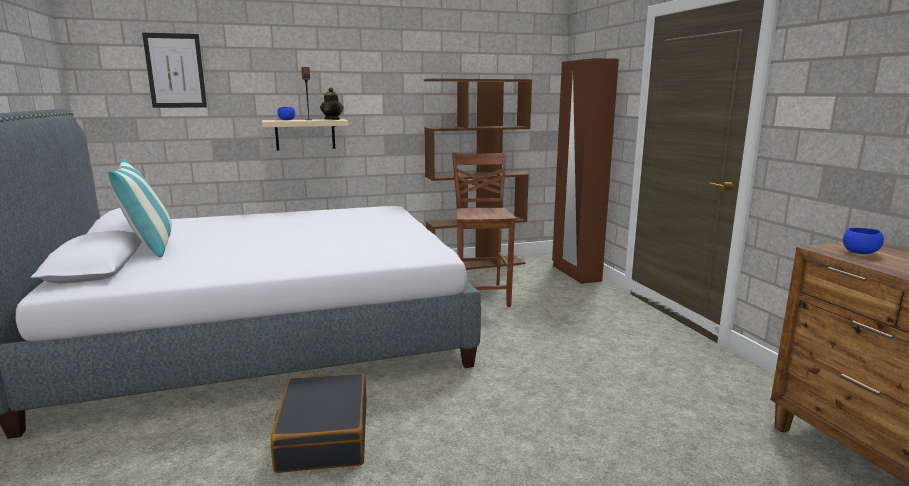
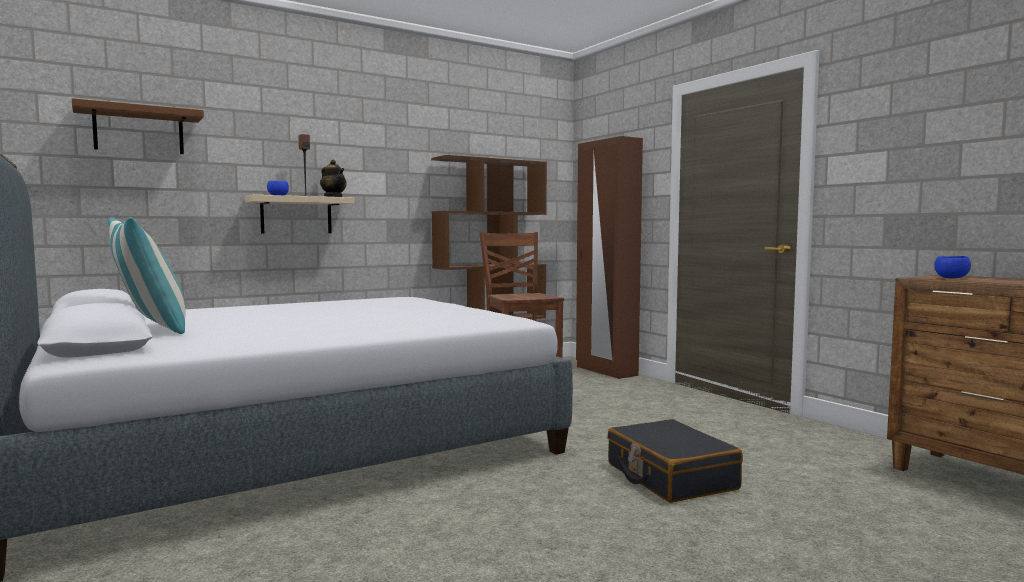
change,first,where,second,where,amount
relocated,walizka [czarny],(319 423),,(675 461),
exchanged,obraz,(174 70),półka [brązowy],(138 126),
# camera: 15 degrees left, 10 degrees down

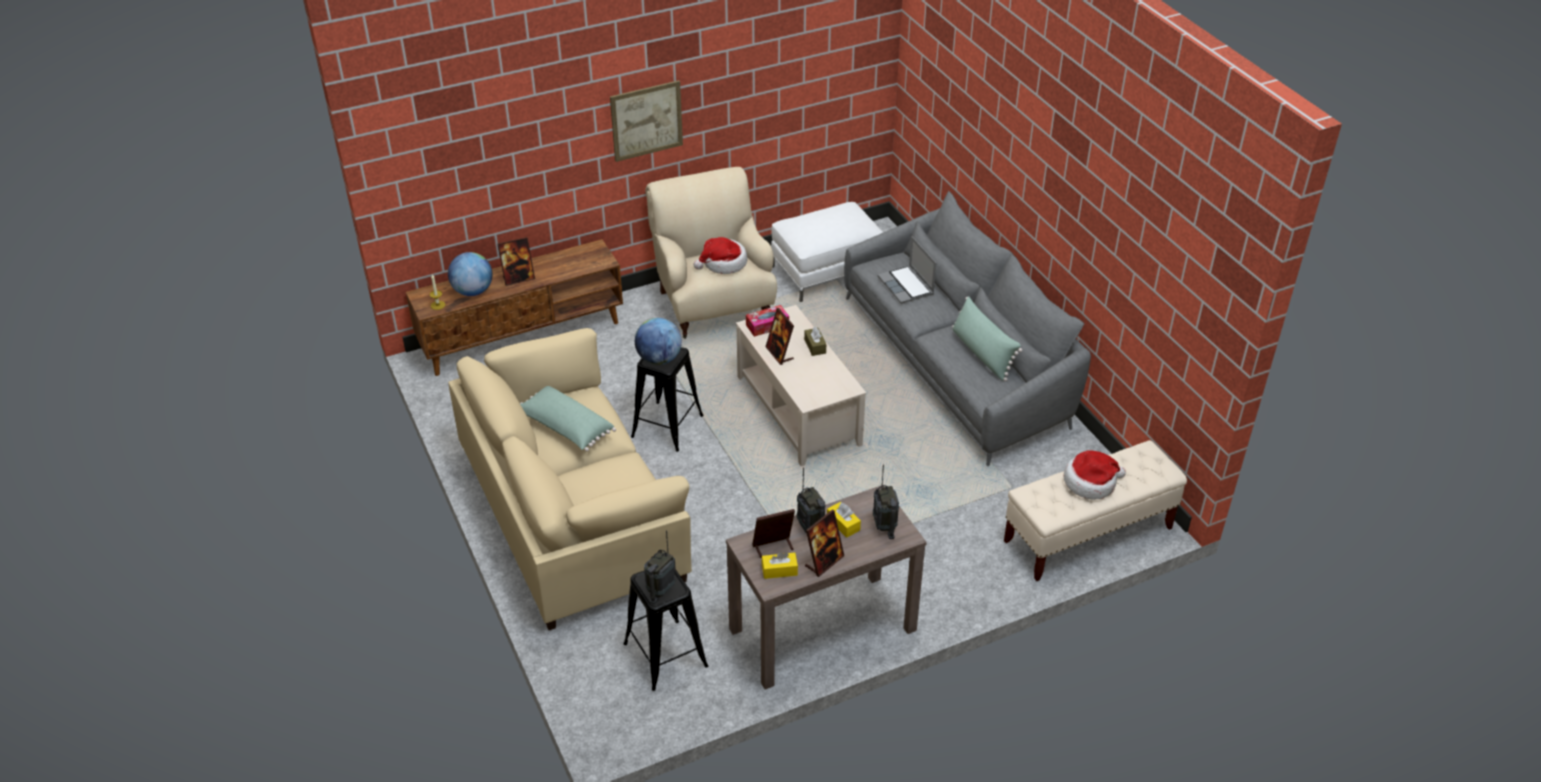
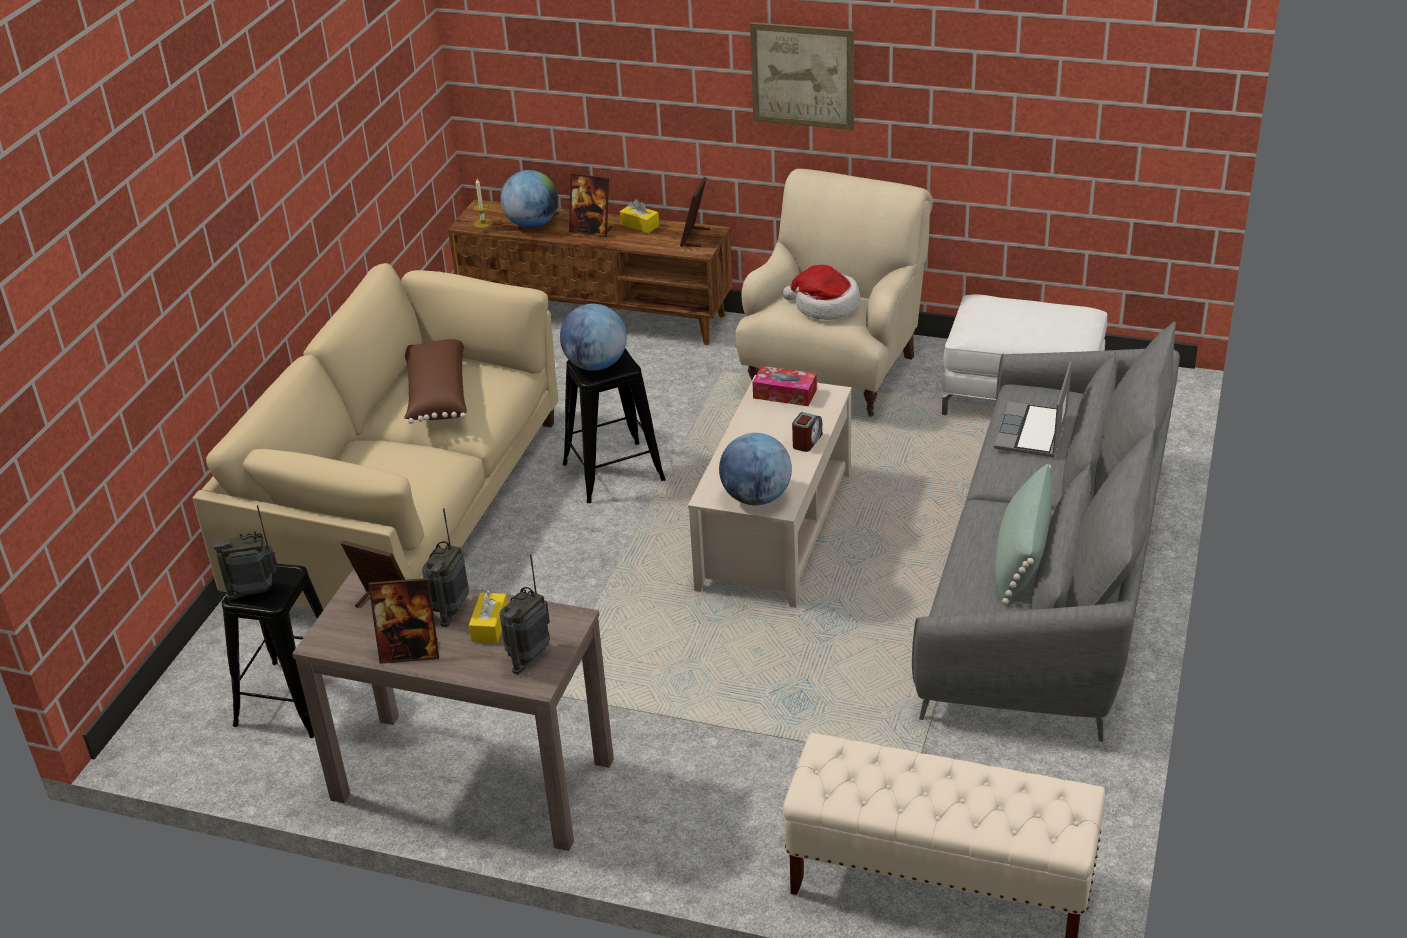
change,first,where,second,where,amount
missing,kapelusz,(1095 475),,,
appeared,,,globus,(755 469),
relocated,pudełko chusteczek [żółty],(780 565),,(639 216),
relocated,ramka na zdjęcie,(780 336),,(695 212),
exchanged,pudełko chusteczek [brązowy],(815 341),budzik,(807 432),
colour,poduszka [zielony],(568 418),poduszka [brązowy],(435 381),
# camera: 45 degrees right, 5 degrees down

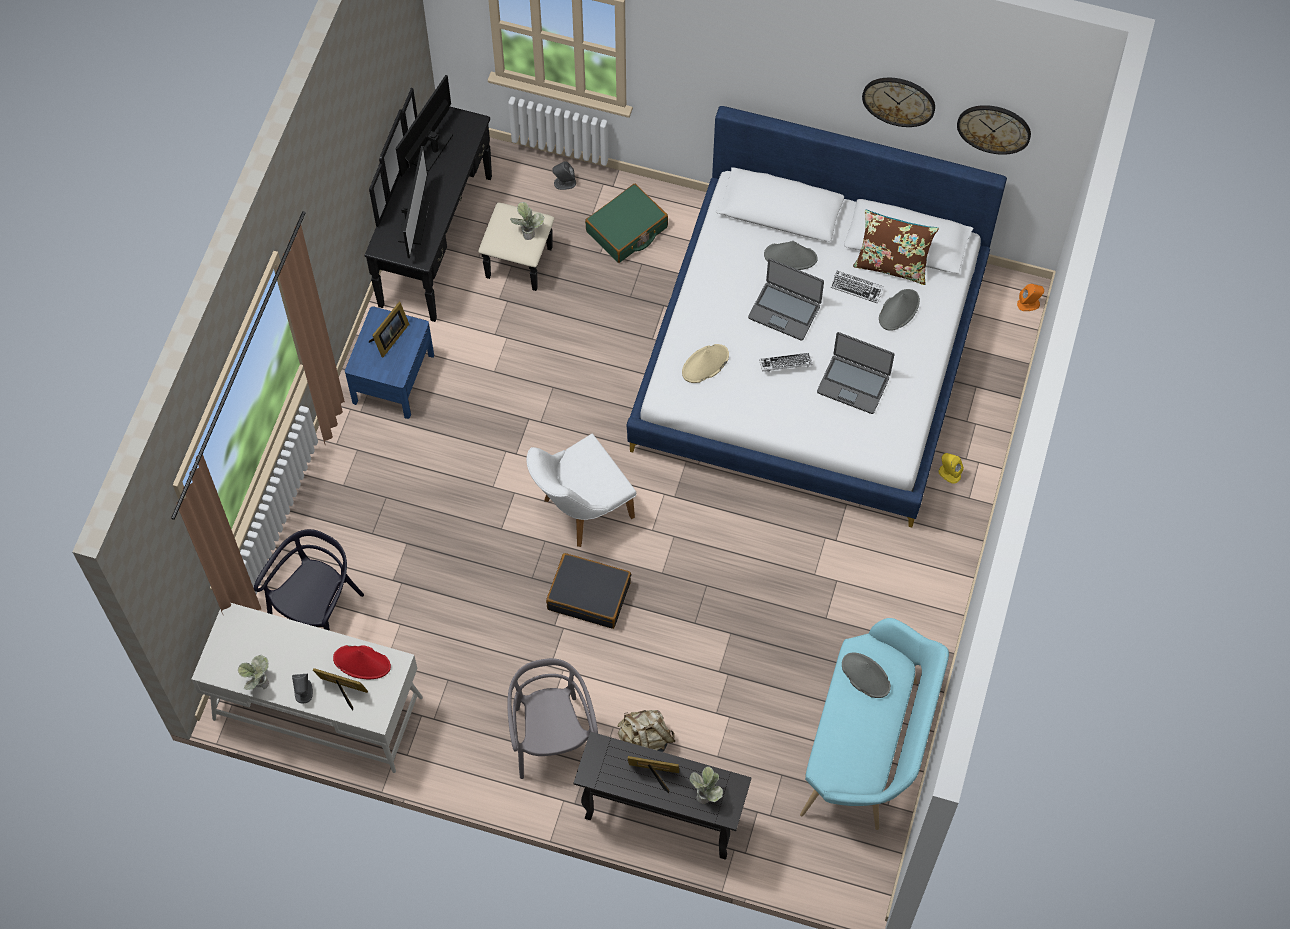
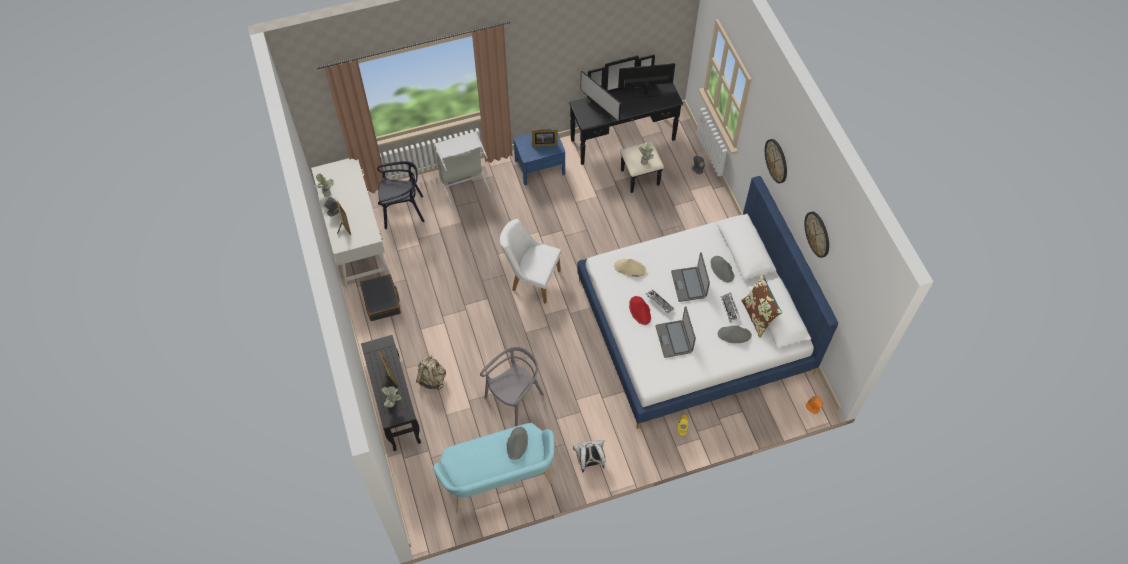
change,first,where,second,where,amount
missing,walizka [zielony],(626 223),,,
appeared,,,kosz na pranie [szary],(462 168),
appeared,,,plecak [biały],(589 456),
relocated,kapelusz [czerwony],(362 662),,(640 310),
relocated,krzesło [szary],(552 718),,(511 386),
relocated,walizka [czarny],(588 591),,(380 297),
relocated,zegar ścienny,(994 130),,(776 161),
spun,monitor,(414 202),,(601 96),75 degrees clockwise
# camera: 55 degrees right, 5 degrees down

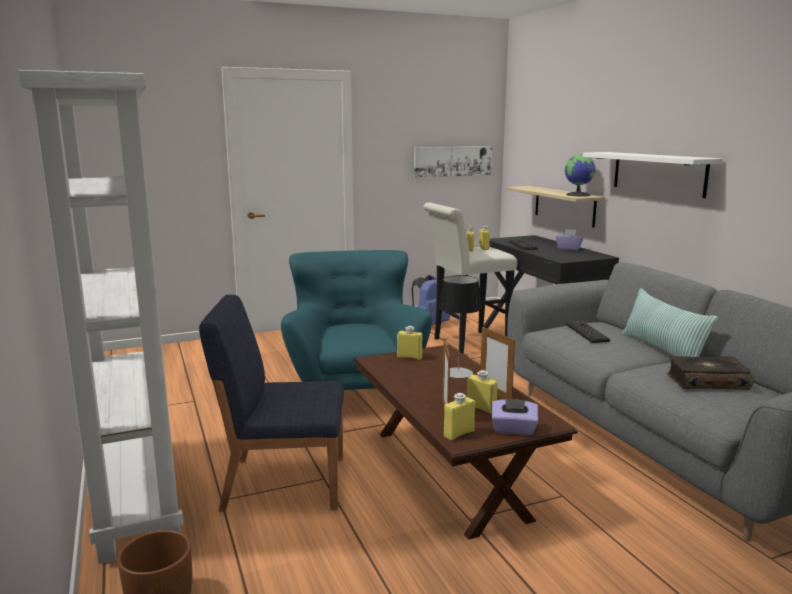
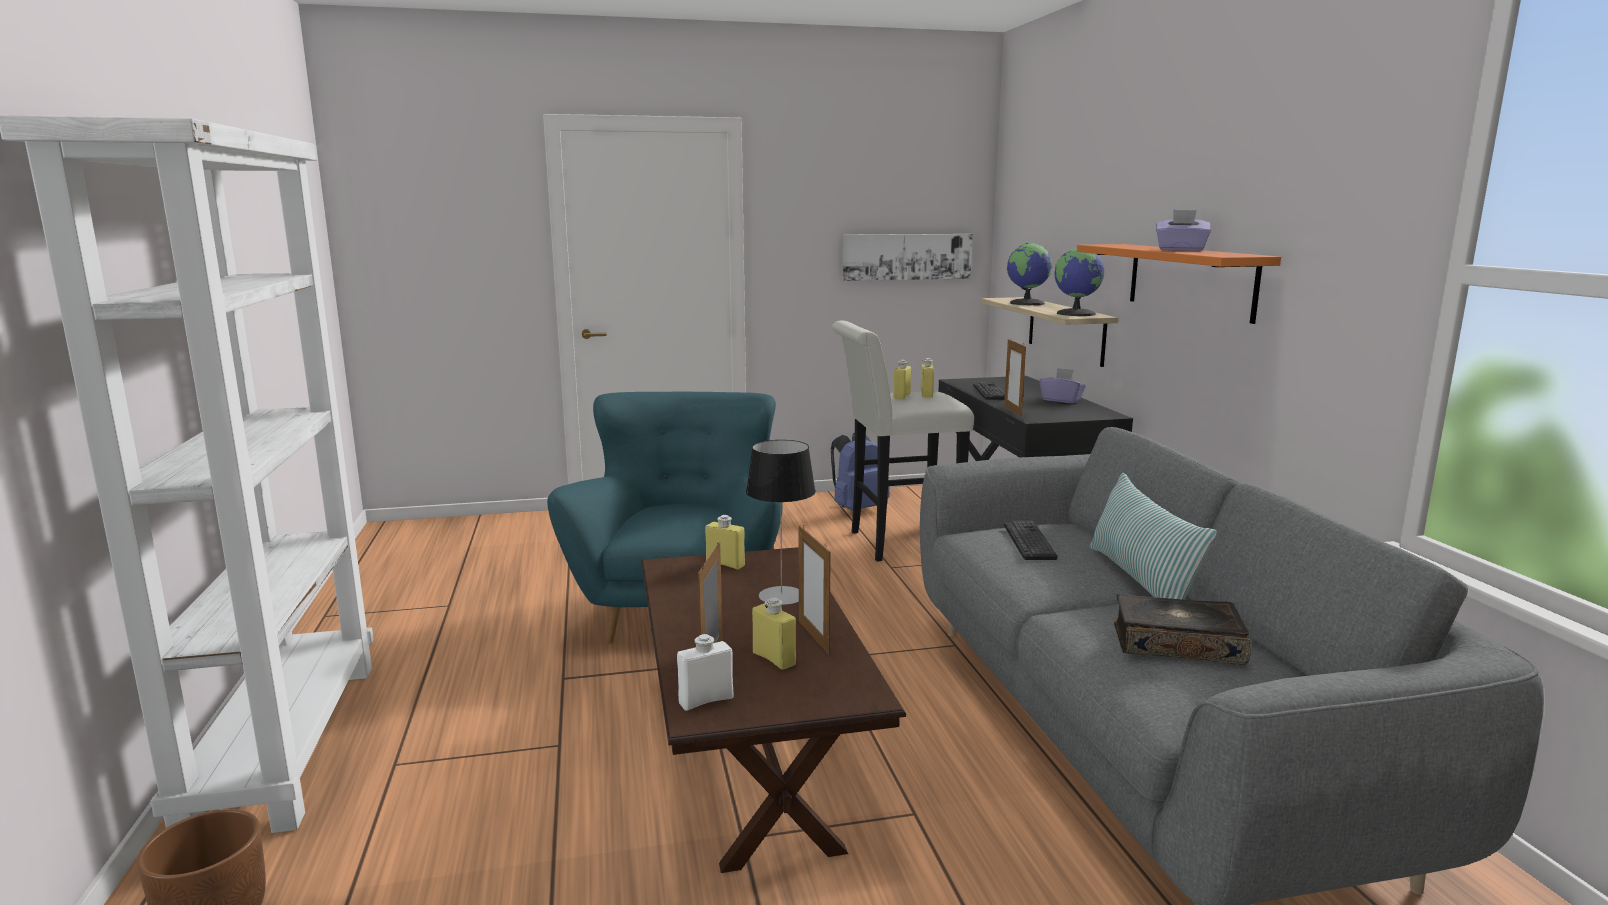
change,first,where,second,where,amount
missing,krzesło [niebieski],(271 403),,,
appeared,,,ramka na zdjęcie,(1015 378),
appeared,,,globus,(1029 274),
relocated,pudełko chusteczek [fioletowy],(515 416),,(1183 230),
colour,butelka [żółty],(459 416),butelka [biały],(705 672),
colour,półka [biały],(653 175),półka [pomarańczowy],(1179 284),
# camera: 10 degrees right, 0 degrees up

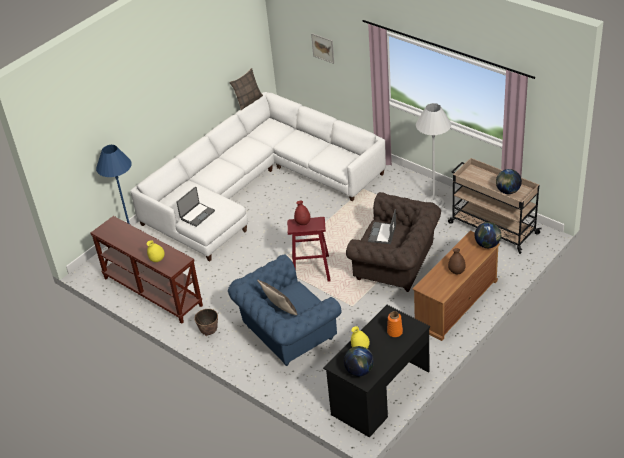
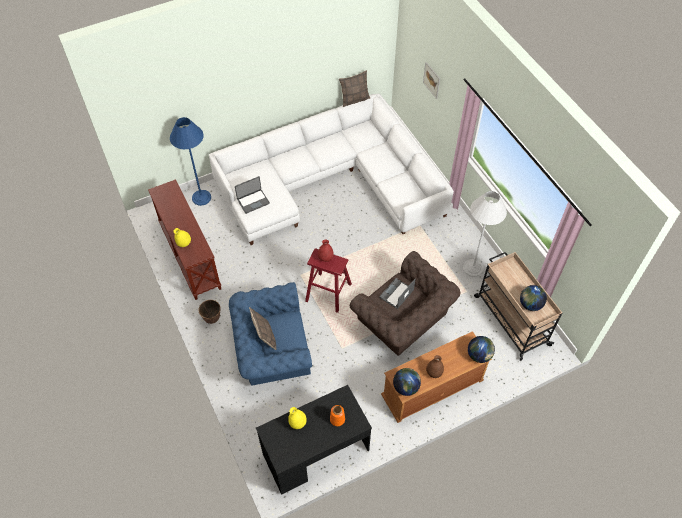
change,first,where,second,where,amount
relocated,globus,(359 361),,(407 382),
# camera: 20 degrees right, 15 degrees up

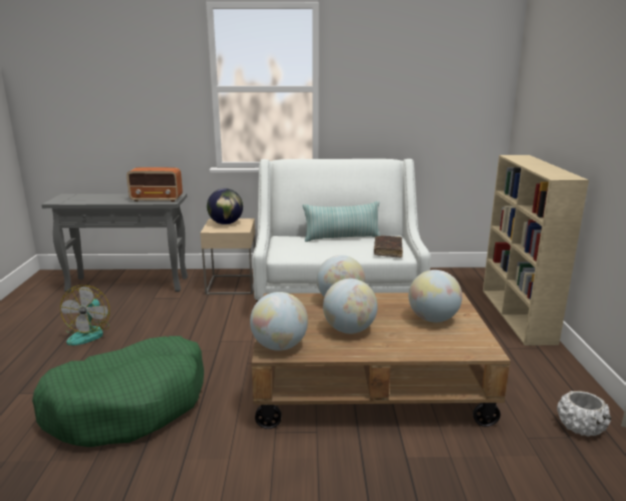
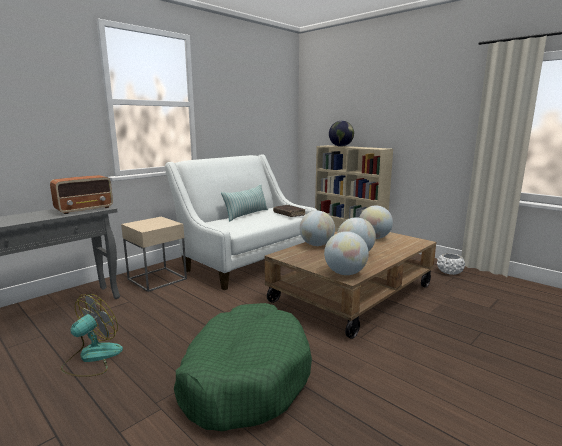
change,first,where,second,where,amount
relocated,globus,(225 206),,(341 134),
spun,wentylator,(85 315),,(92 335),105 degrees counterclockwise
# camera: 45 degrees left, 5 degrees down

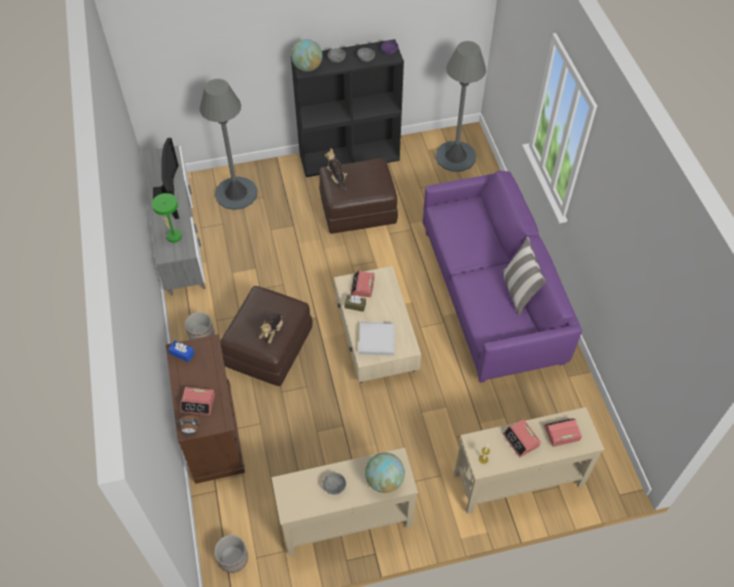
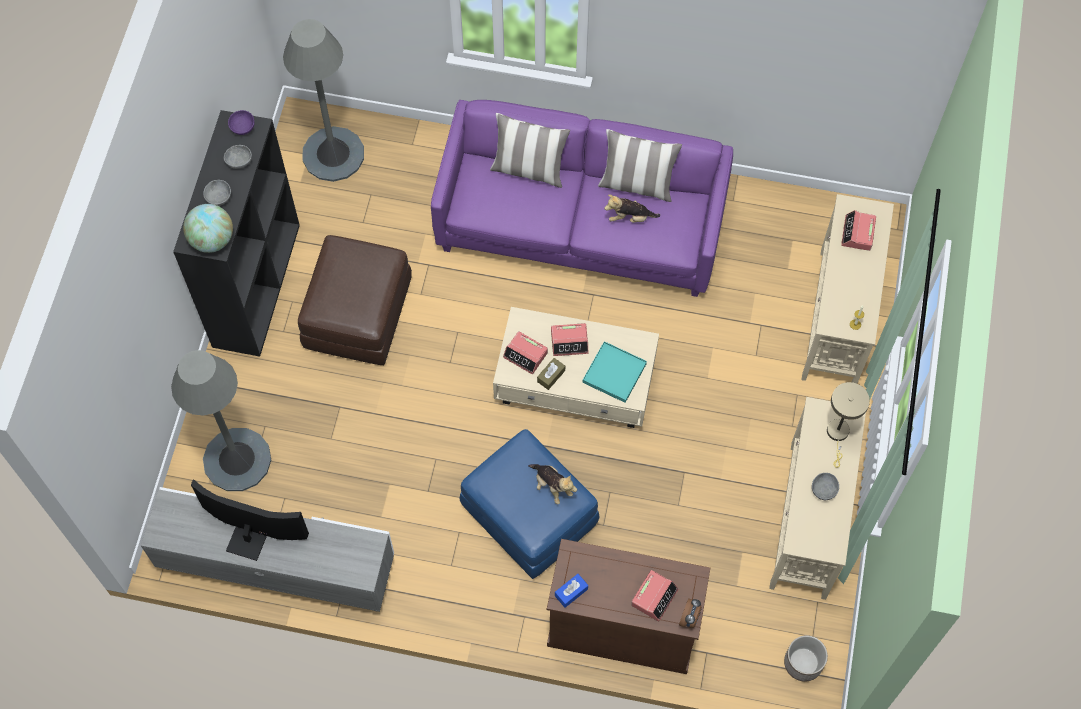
change,first,where,second,where,amount
missing,lampa stołowa [zielony],(167 218),,,
missing,donica,(199 326),,,
appeared,,,poduszka,(530 150),
relocated,pluszak,(336 170),,(632 208),
relocated,budzik,(521 438),,(569 339),
exchanged,globus,(385 472),lampa stołowa [beżowy],(848 425),
colour,pufa [brązowy],(266 336),pufa [niebieski],(529 504),
colour,taca [biały],(376 339),taca [turkusowy],(615 372),
# camera: 65 degrees left, 10 degrees up

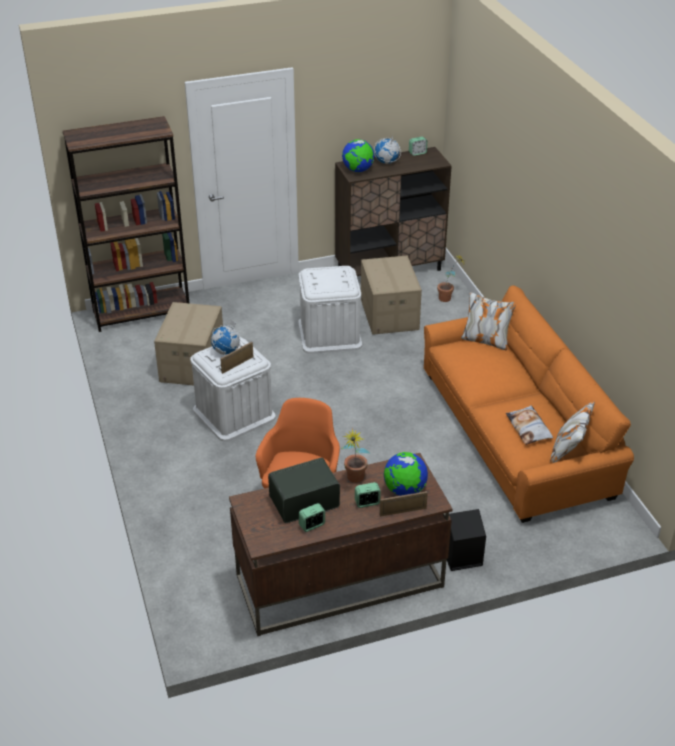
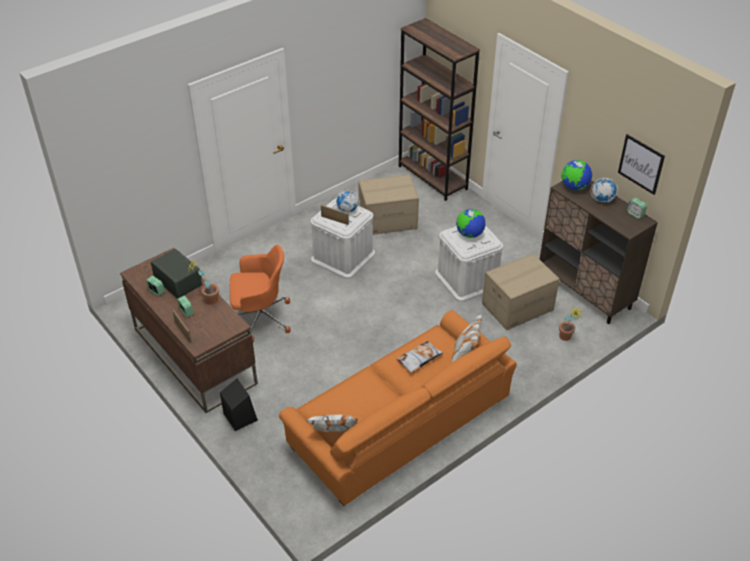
change,first,where,second,where,amount
appeared,,,obraz,(641 164),
relocated,globus,(406 474),,(470 223),
relocated,poduszka,(529 425),,(419 357),
# camera: 70 degrees right, 5 degrees up

